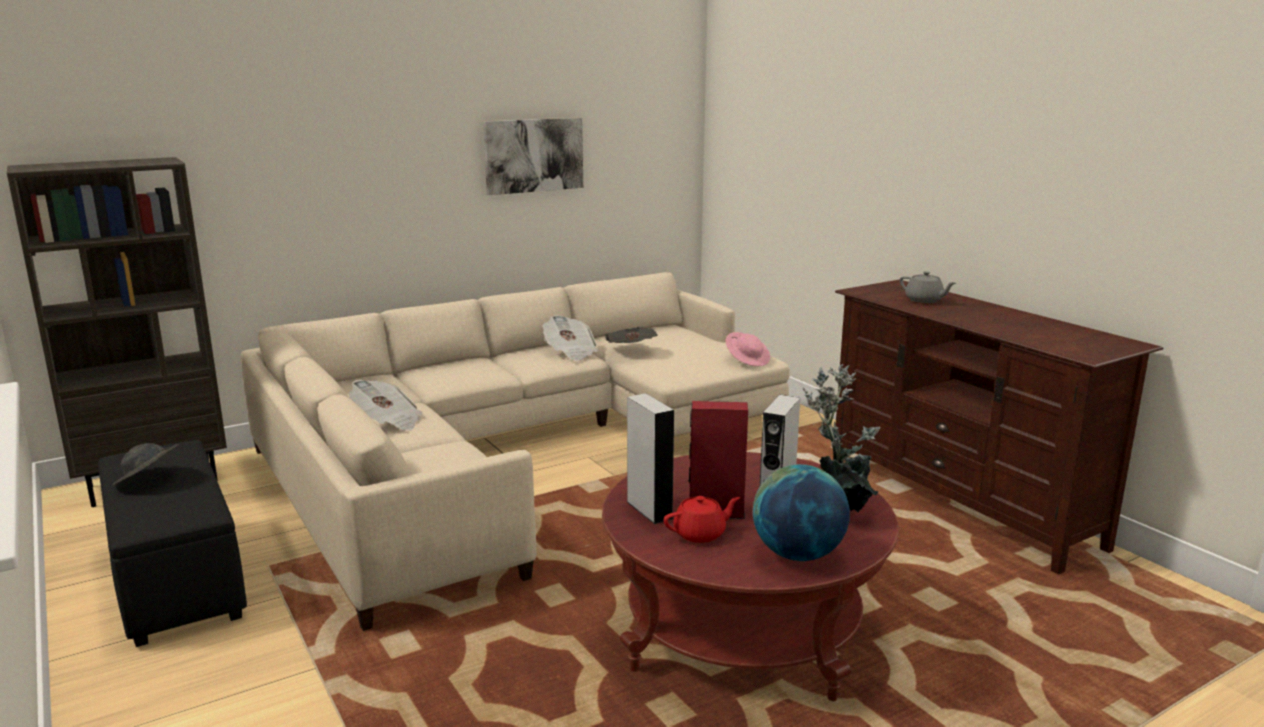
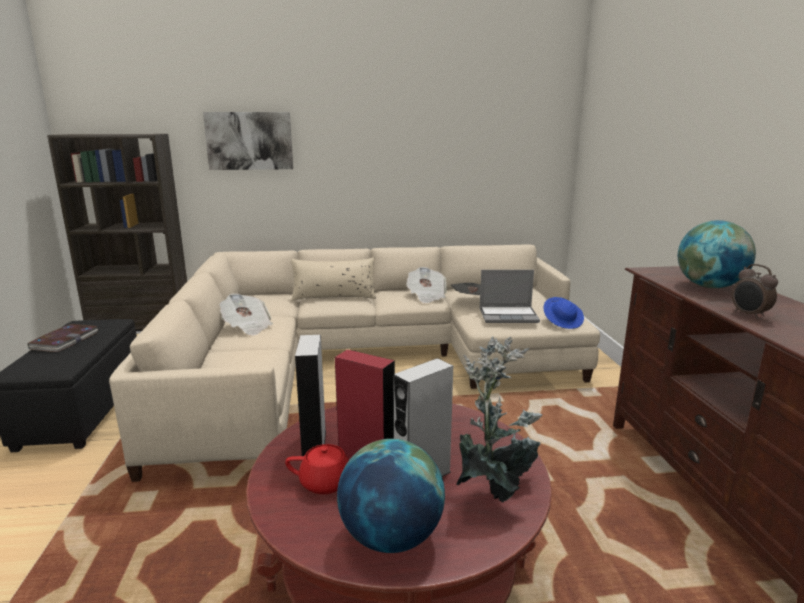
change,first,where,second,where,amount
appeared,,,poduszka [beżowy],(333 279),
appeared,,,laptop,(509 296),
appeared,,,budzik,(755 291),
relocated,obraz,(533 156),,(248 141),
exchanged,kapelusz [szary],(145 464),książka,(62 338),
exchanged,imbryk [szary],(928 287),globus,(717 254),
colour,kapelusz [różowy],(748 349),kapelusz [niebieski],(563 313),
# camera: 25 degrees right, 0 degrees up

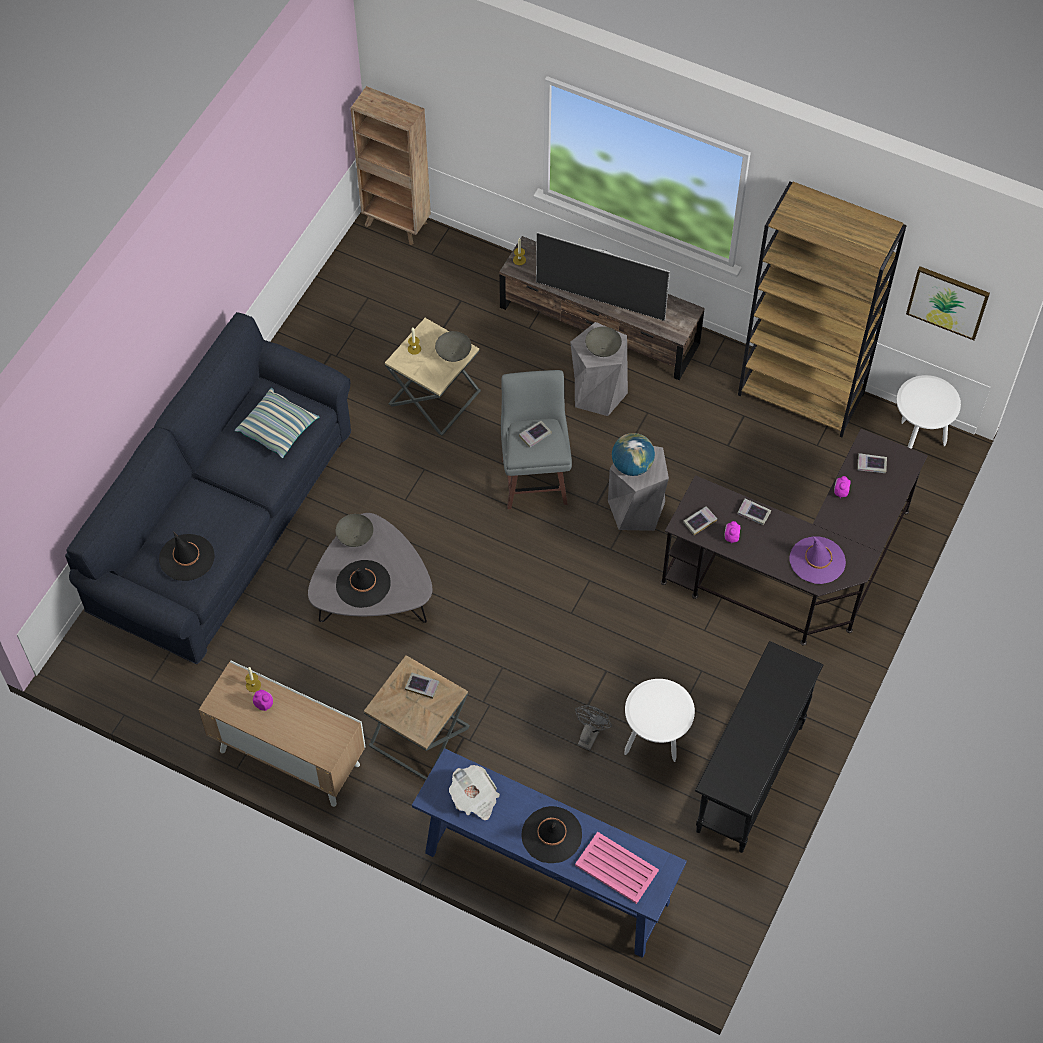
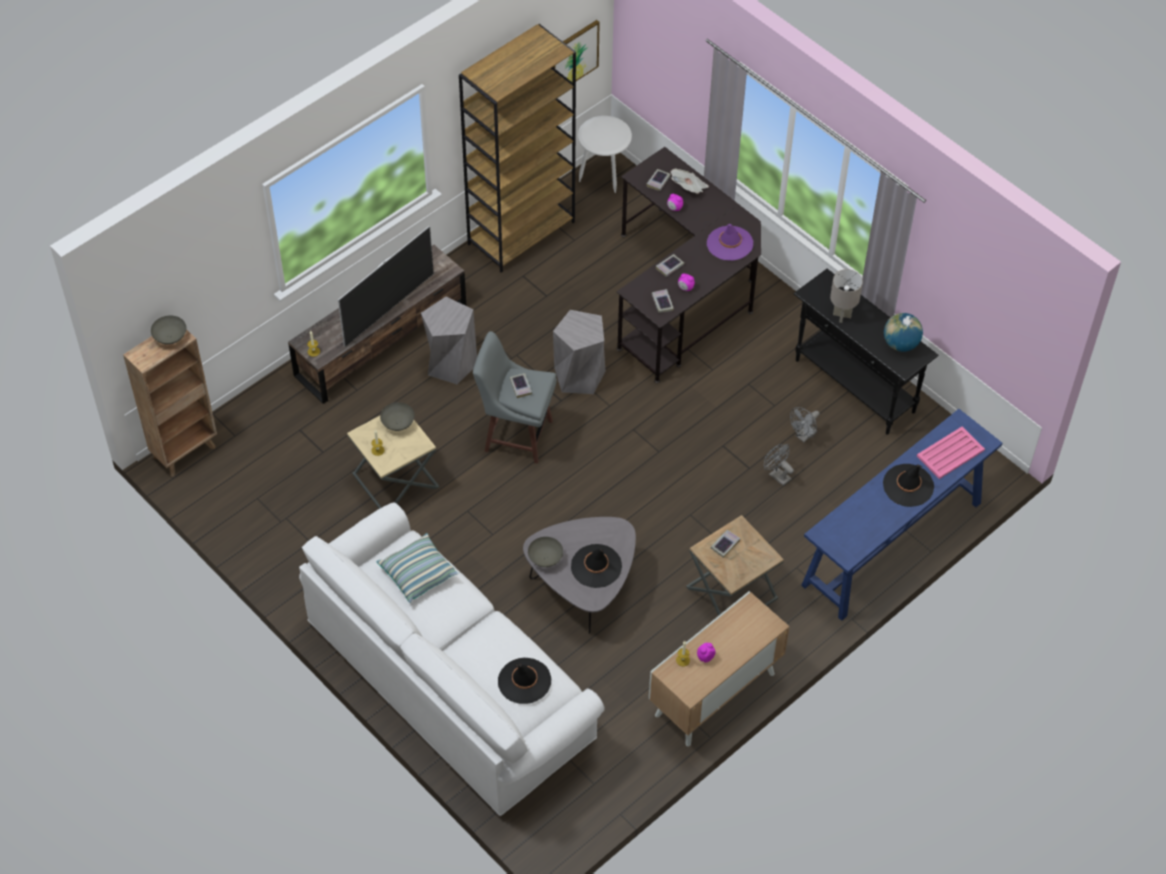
change,first,where,second,where,amount
appeared,,,lampa stołowa [szary],(846 296),
relocated,gazeta,(474 792),,(689 181),
relocated,miska [szary],(603 342),,(168 330),
relocated,globus,(633 454),,(903 332),
exchanged,stolik [biały],(659 720),wentylator [szary],(805 424),
colour,kanapa [niebieski],(208 488),kanapa [biały],(452 659),
# camera: 70 degrees left, 5 degrees down

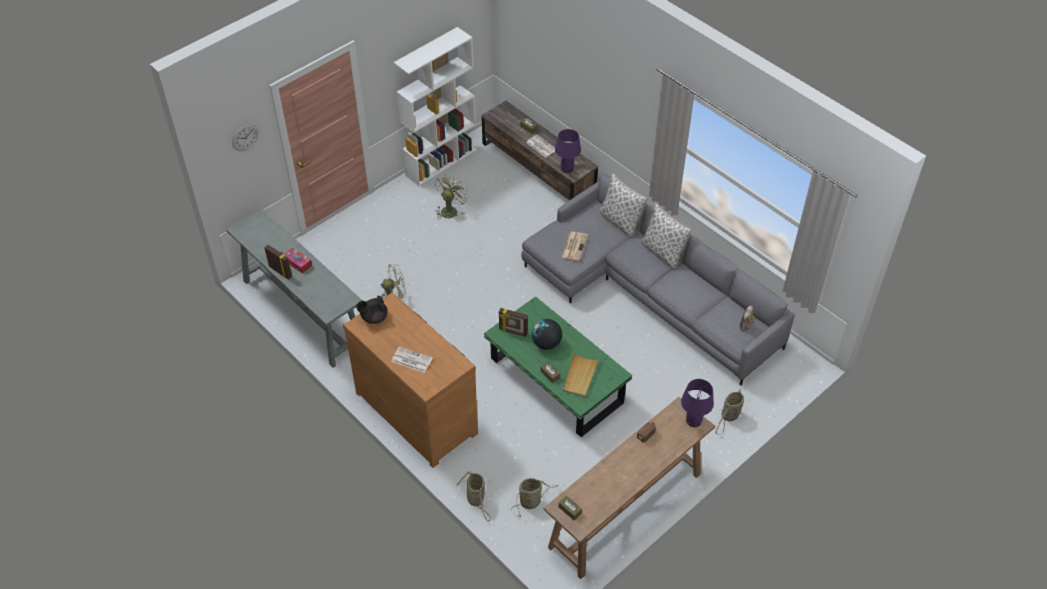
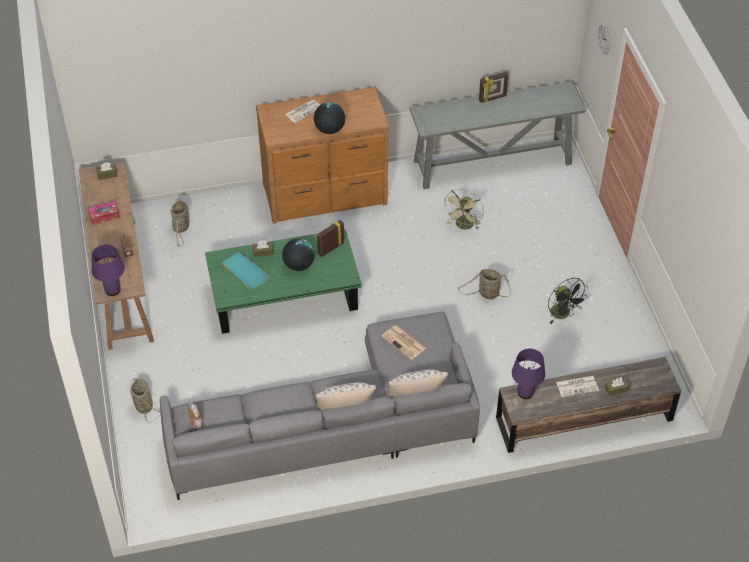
change,first,where,second,where,amount
missing,imbryk [czarny],(372 310),,,
missing,regał [biały],(435 106),,,
appeared,,,globus,(329 118),
relocated,pudełko chusteczek,(298 261),,(104 213),
relocated,koszyk,(473 496),,(484 284),
colour,wentylator [zielony],(452 196),wentylator [czarny],(568 301),
colour,taca [beżowy],(581 375),taca [turkusowy],(245 270),
# camera: 120 degrees right, 0 degrees up

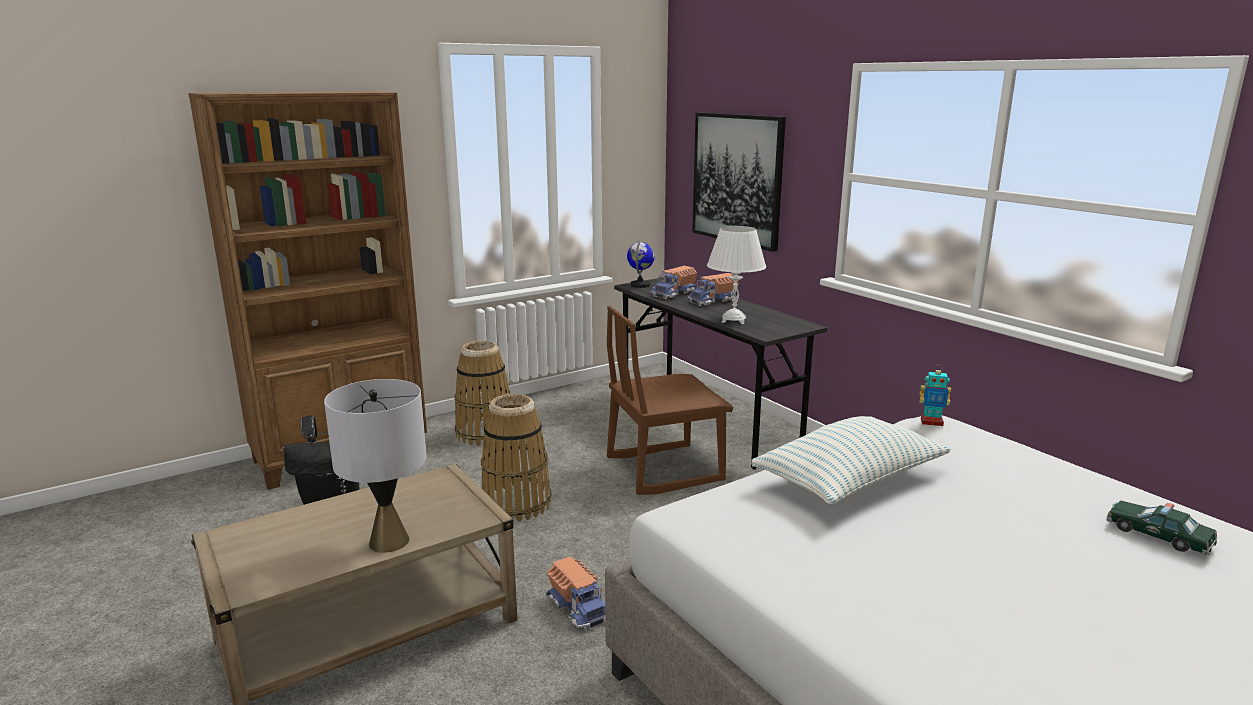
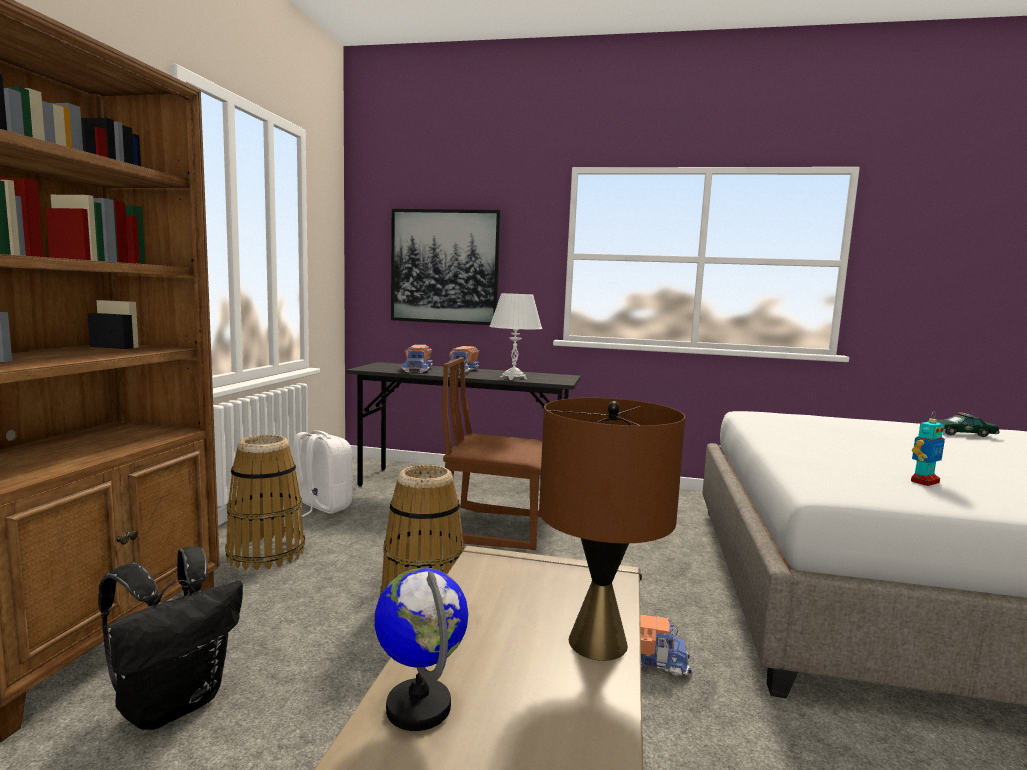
change,first,where,second,where,amount
missing,poduszka,(851 460),,,
appeared,,,plecak [biały],(323 474),
relocated,globus,(641 264),,(421 649),
relocated,robot zabawkowy,(935 395),,(928 449),
colour,lampa stołowa [szary],(375 465),lampa stołowa [brązowy],(612 529),
spun,krzesło [brązowy],(670 400),,(492 453),75 degrees clockwise
# camera: 45 degrees left, 10 degrees down

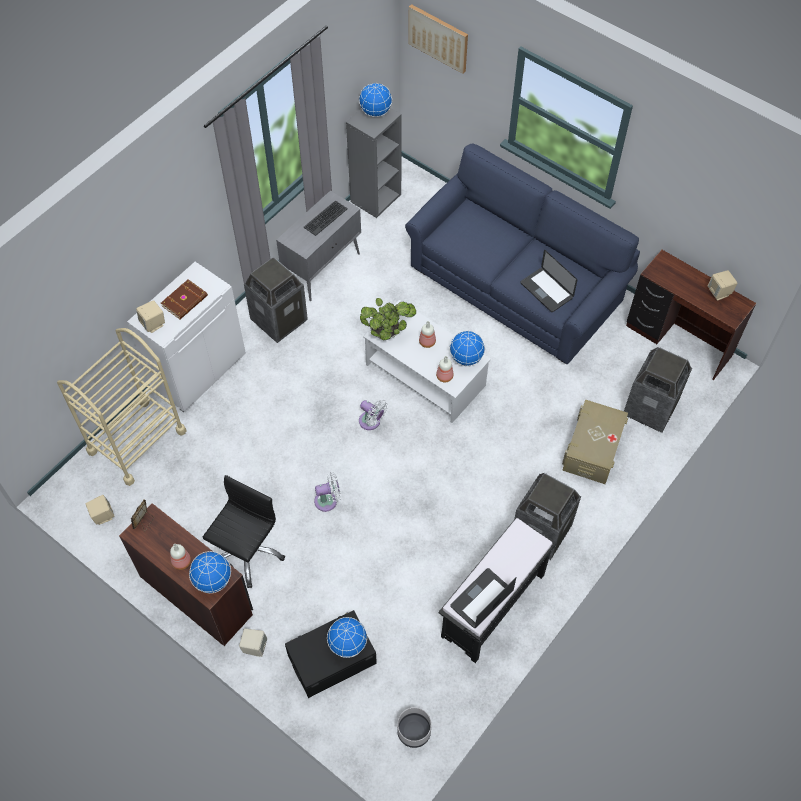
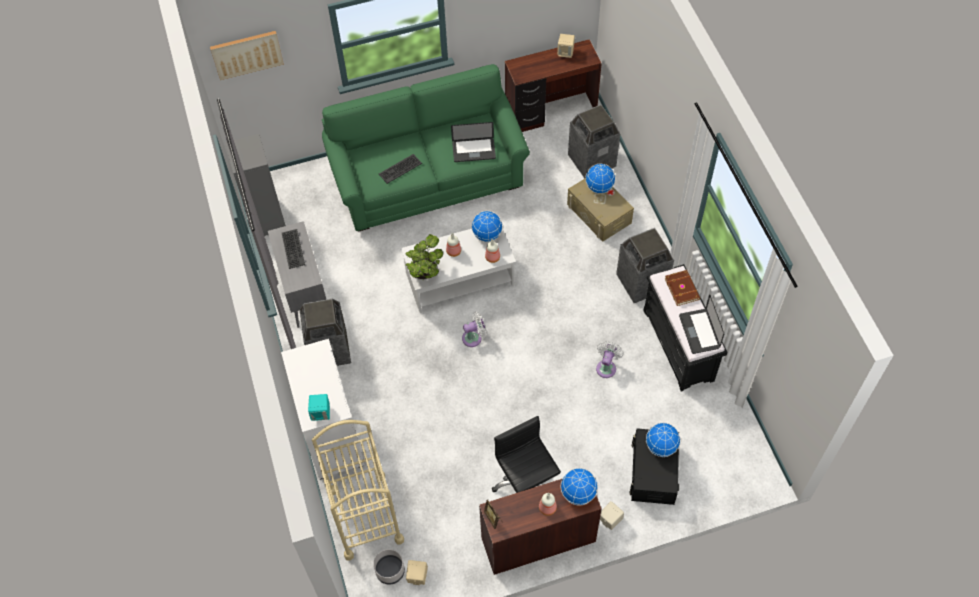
change,first,where,second,where,amount
appeared,,,klawiatura,(400 169),
relocated,książka [brązowy],(184 299),,(682 288),
relocated,wentylator [biały],(327 492),,(610 359),
relocated,globus,(375 100),,(600 179),
relocated,donica [szary],(414 727),,(389 567),
colour,głośnik [beżowy],(150 316),głośnik [turkusowy],(319 407),
colour,kanapa [niebieski],(522 253),kanapa [zielony],(426 148),
# camera: 55 degrees left, 0 degrees up

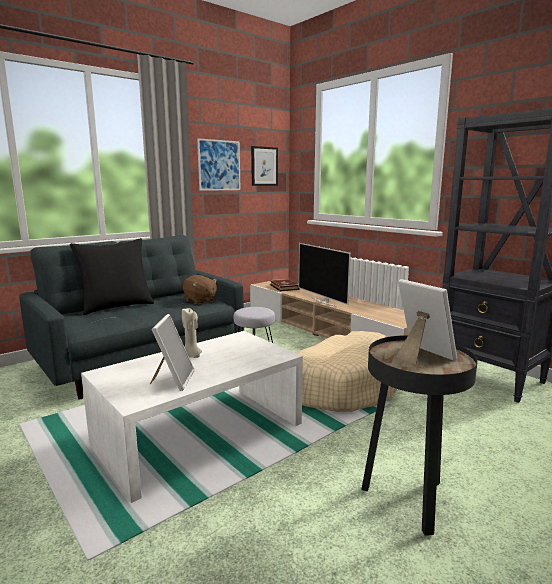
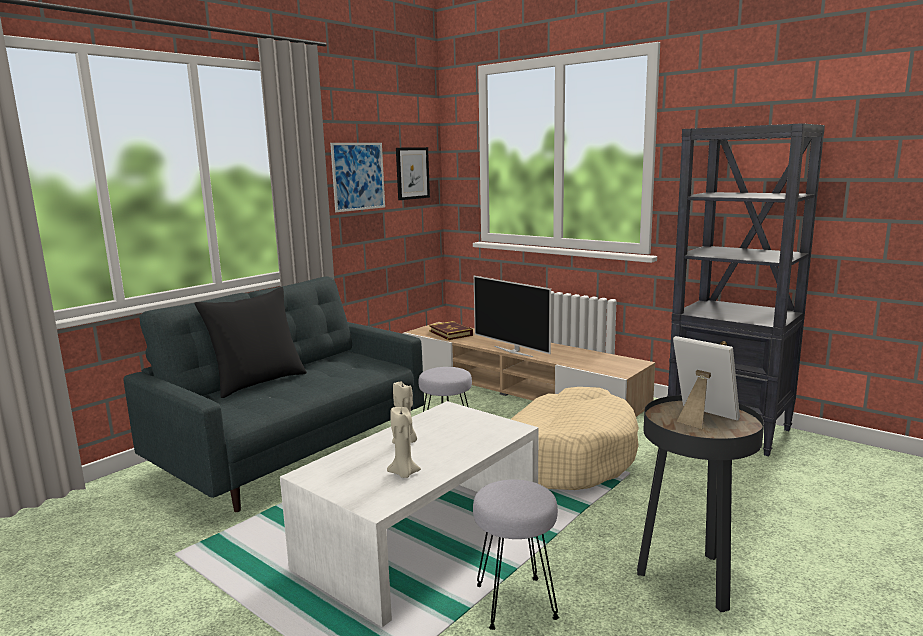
change,first,where,second,where,amount
missing,pluszak [brązowy],(200 290),,,
appeared,,,stołek [szary],(516 554),
exchanged,ramka na zdjęcie,(172 352),świeca [beżowy],(404 442),
# camera: 10 degrees left, 0 degrees up

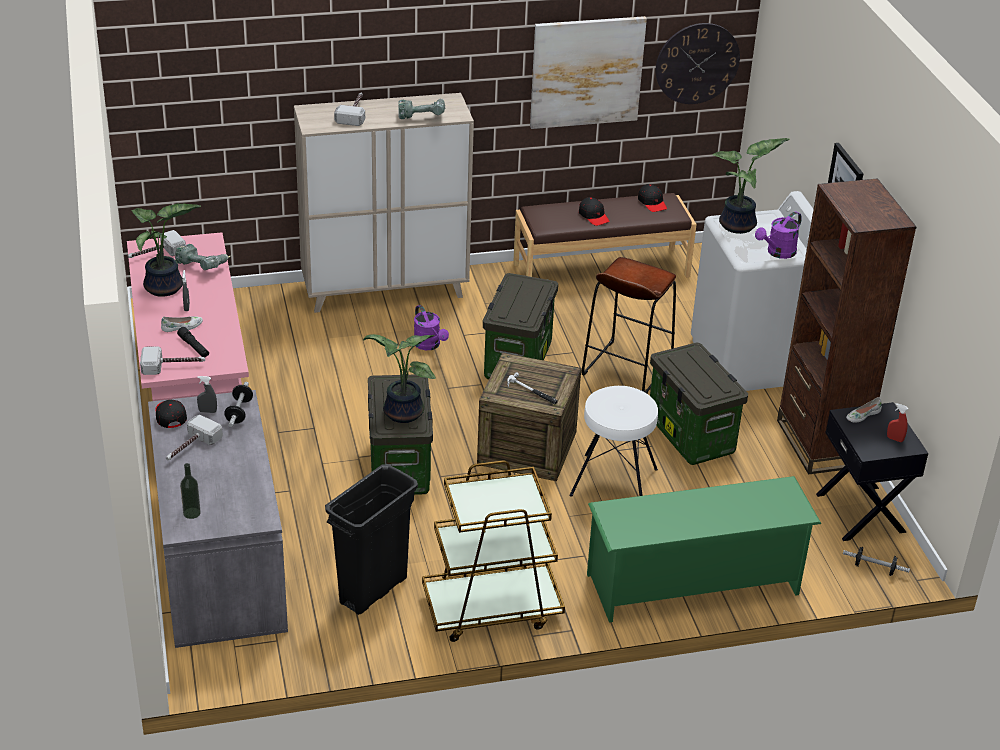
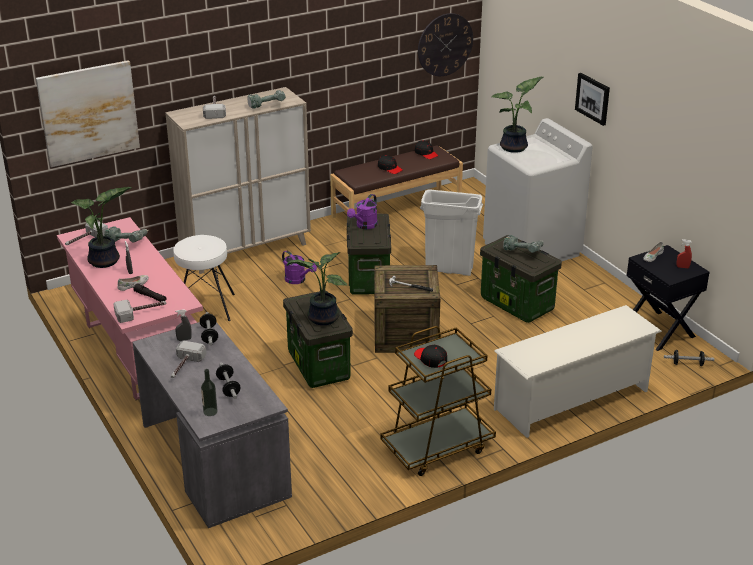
change,first,where,second,where,amount
missing,kosz na śmieci [czarny],(371 539),,,
missing,regał [brązowy],(846 326),,,
appeared,,,hantel,(228 381),
appeared,,,wiertarka,(523 244),
relocated,czapka z daszkiem [czarny],(171 414),,(430 356),
relocated,obraz,(588 72),,(88 113),
relocated,stołek [biały],(613 441),,(204 278),
relocated,konewka [fioletowy],(778 235),,(362 211),
exchanged,stołek [brązowy],(628 325),kosz na śmieci [biały],(451 232),
colour,regał na buty [zielony],(704 549),regał na buty [biały],(578 371),
# camera: 15 degrees left, 5 degrees down

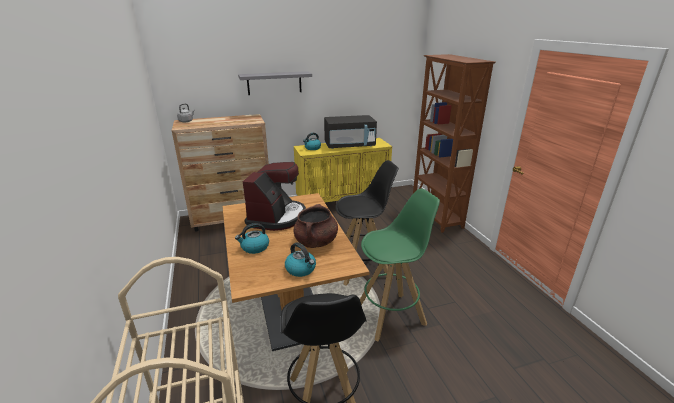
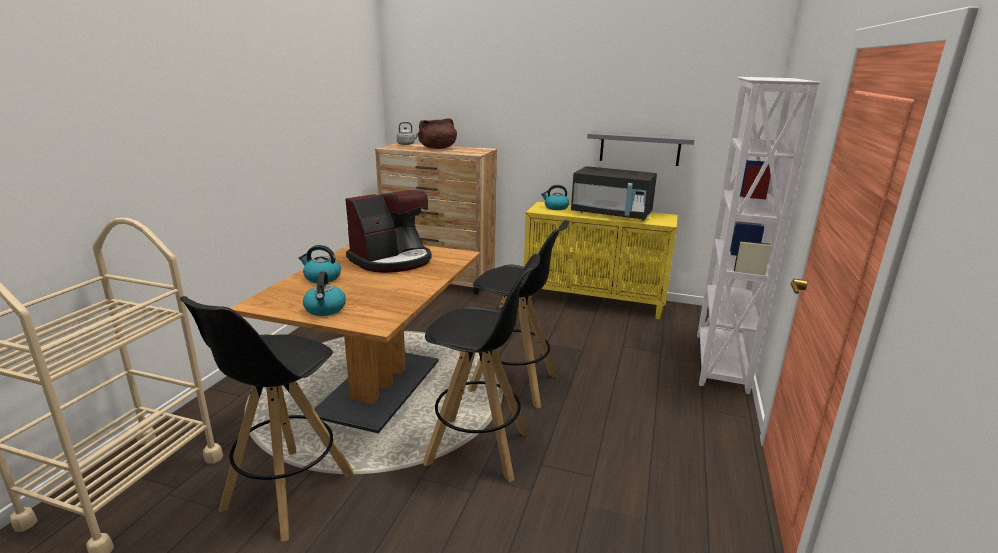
change,first,where,second,where,amount
relocated,półka [szary],(275 83),,(640 148),
relocated,garnek [brązowy],(315 226),,(437 133),
colour,stołek [zielony],(400 265),stołek [czarny],(481 368),
colour,regał [brązowy],(454 143),regał [biały],(758 235),
# camera: 35 degrees right, 5 degrees down

